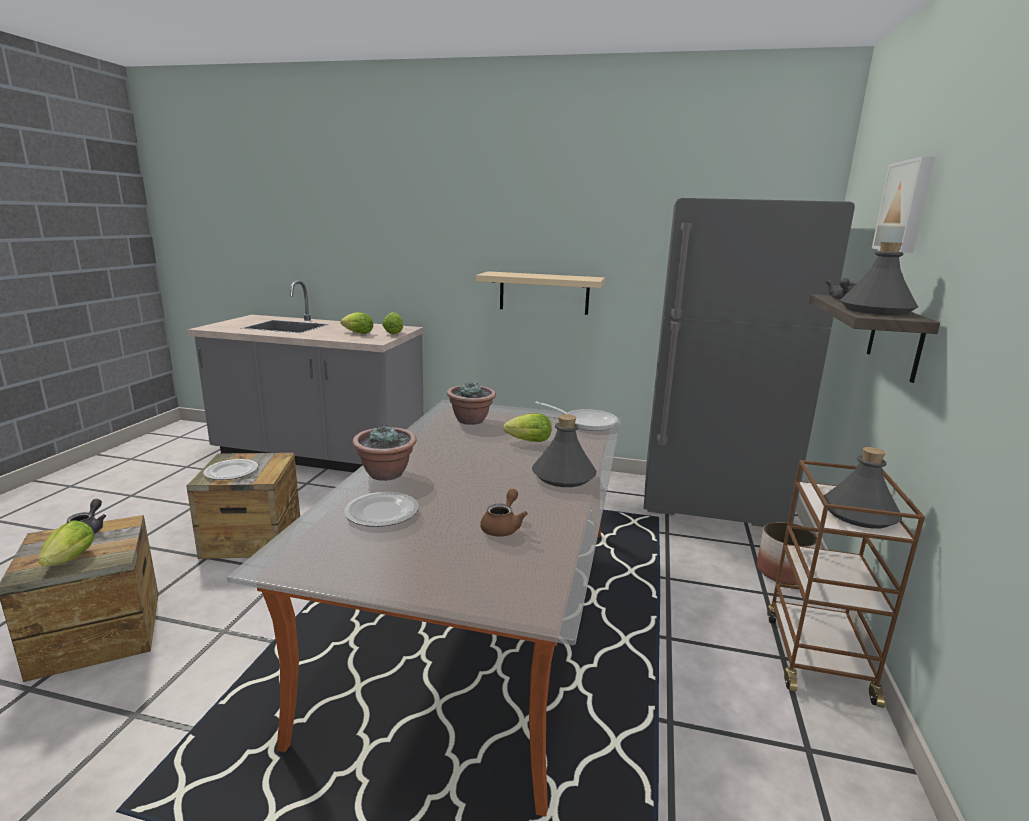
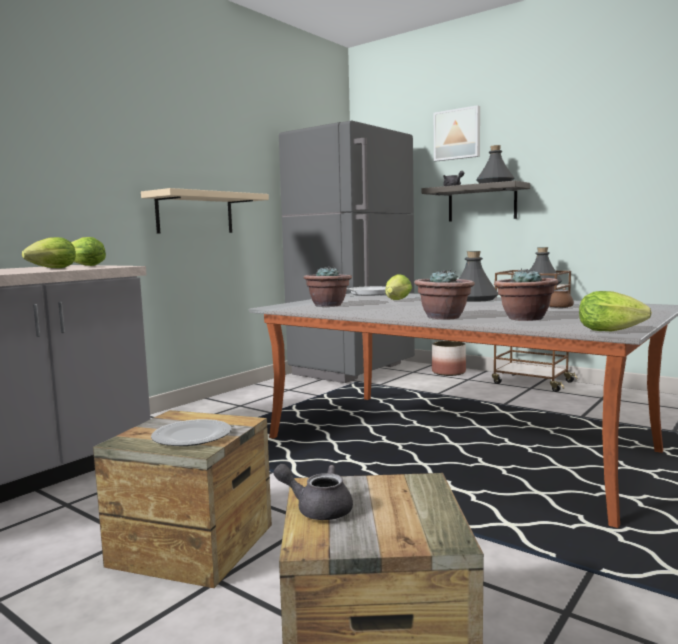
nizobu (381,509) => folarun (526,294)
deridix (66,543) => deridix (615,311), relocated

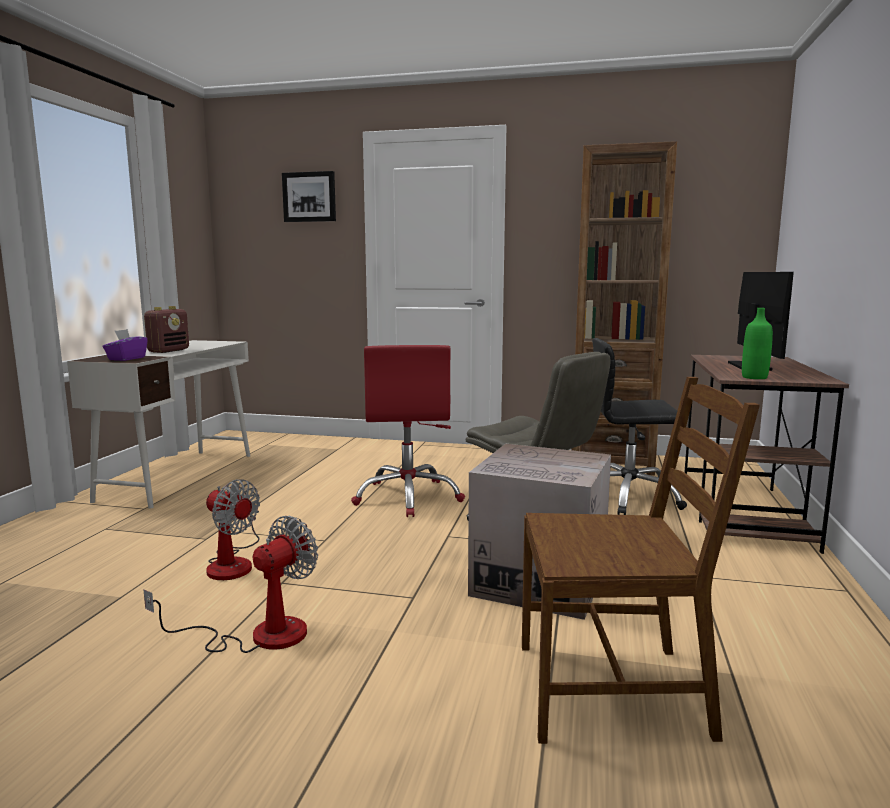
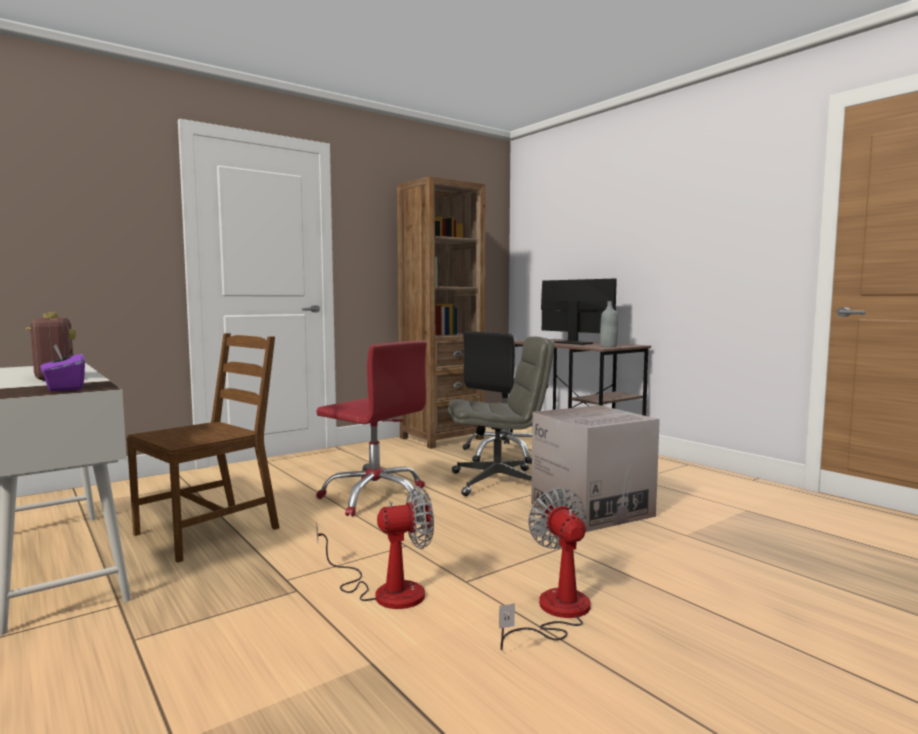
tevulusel (309,196) => nothing
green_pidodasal (757,343) => grey_pidodasal (609,324)
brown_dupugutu (641,560) => brown_dupugutu (203,448), relocated

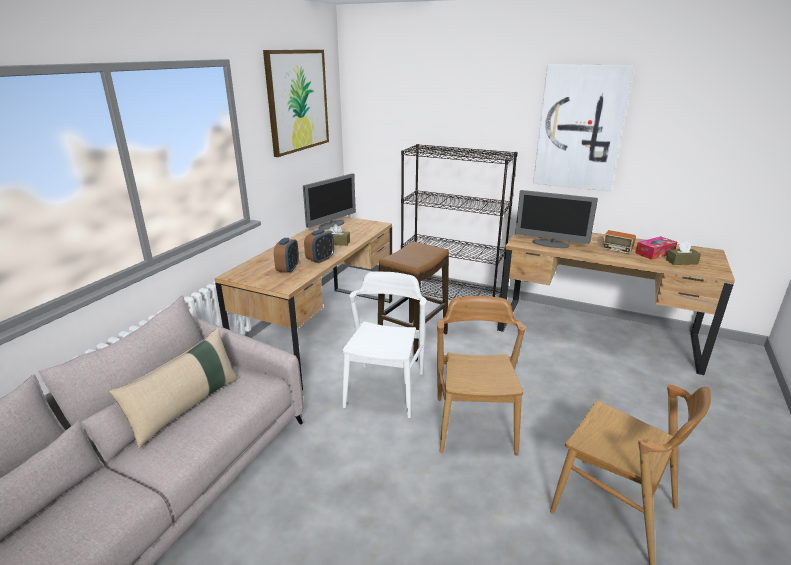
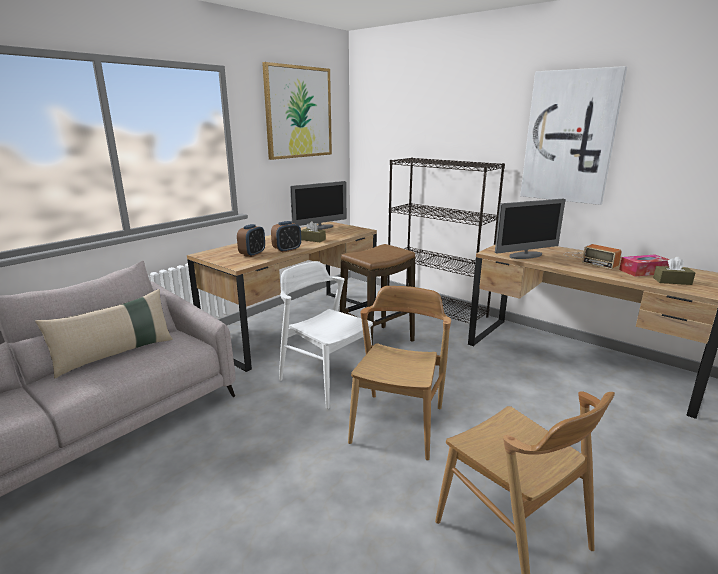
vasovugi (556,219) => vasovugi (530,229), 60 degrees counterclockwise
white_dupugutu (385,345) => white_dupugutu (326,335), 75 degrees counterclockwise

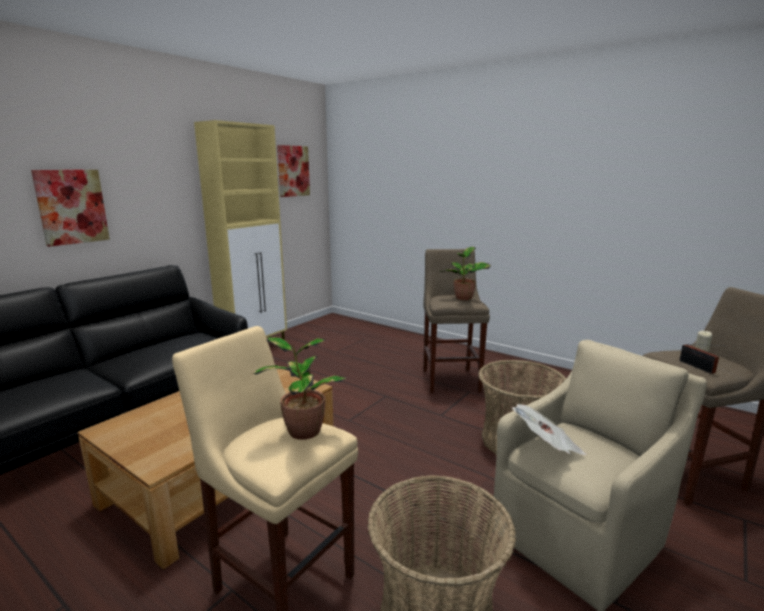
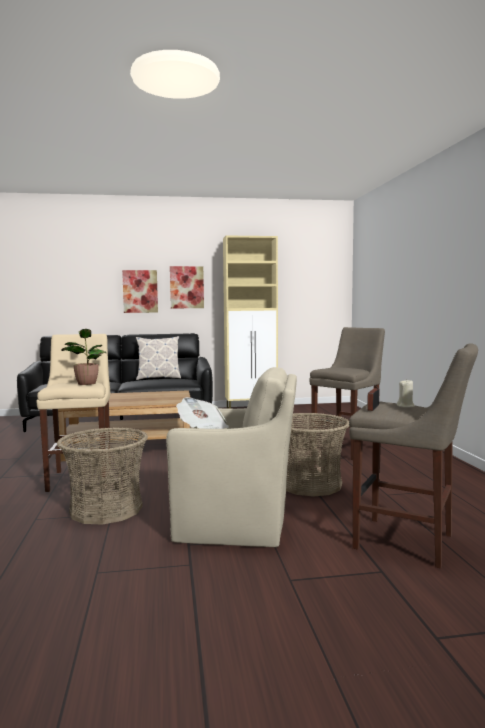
tevulusel (293,171) => tevulusel (187,287), relocated
folarun (465,273) => nothing
nothing => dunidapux (158,358)

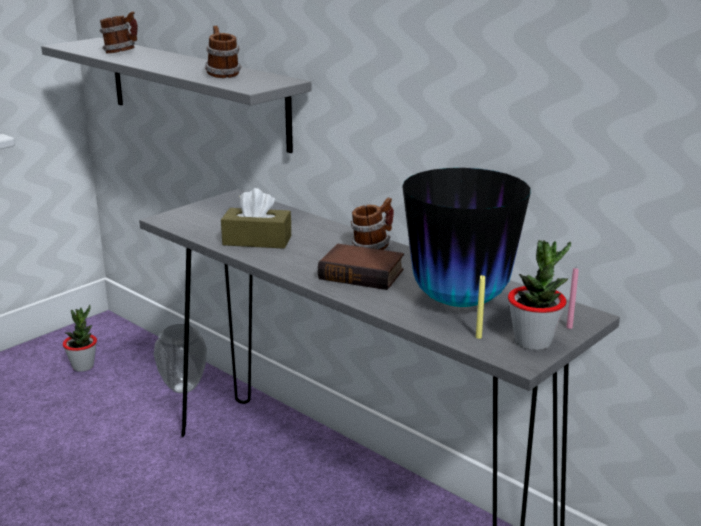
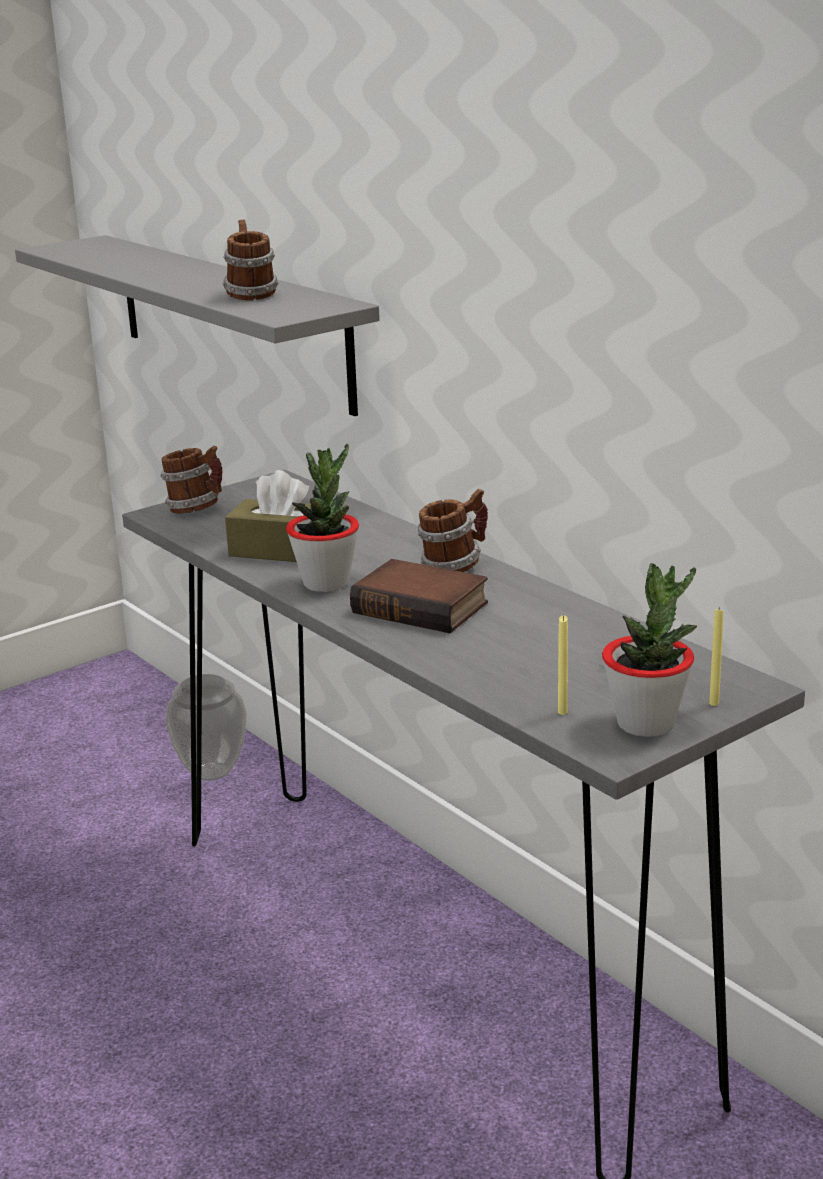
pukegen (118,32) => pukegen (191,480), relocated
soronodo (466,237) => nothing
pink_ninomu (572,298) => yellow_ninomu (716,656)
folarun (80,338) => folarun (322,517), relocated

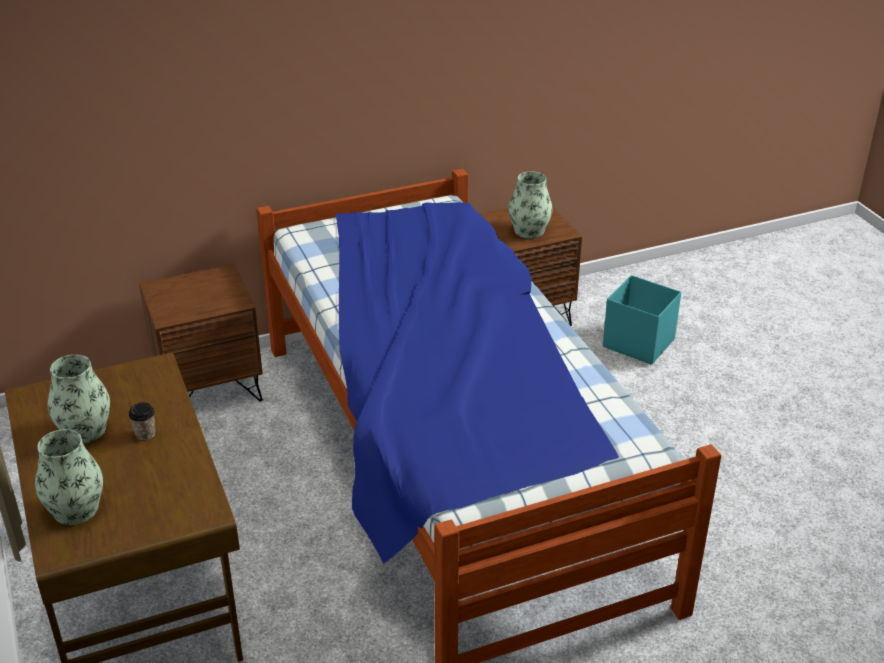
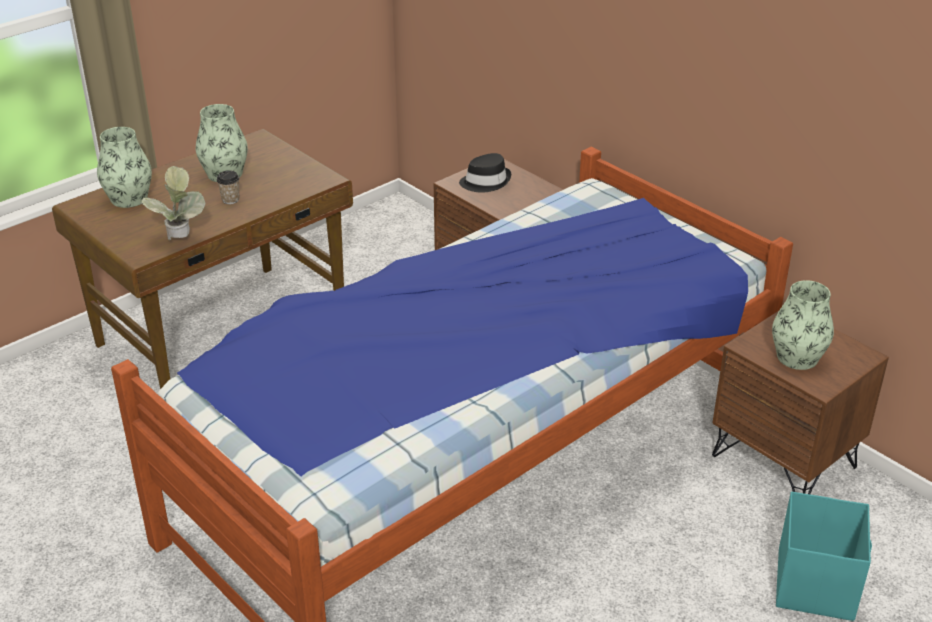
nothing => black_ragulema (485,173)
nothing => folarun (173,203)

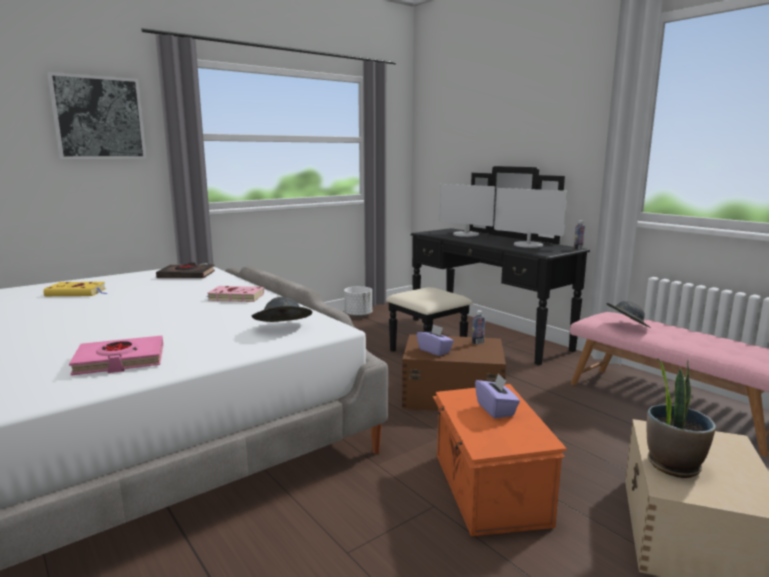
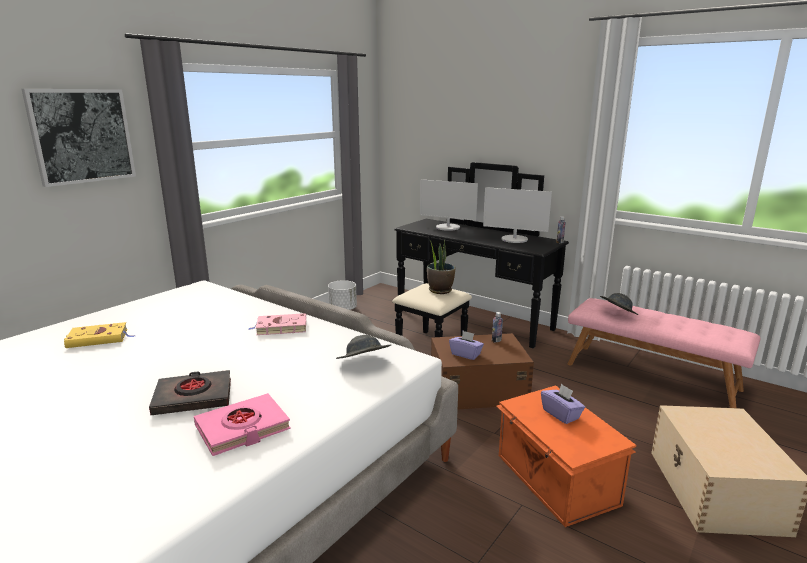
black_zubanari (185,270) => black_zubanari (190,392), relocated
folarun (681,418) => folarun (441,266), relocated

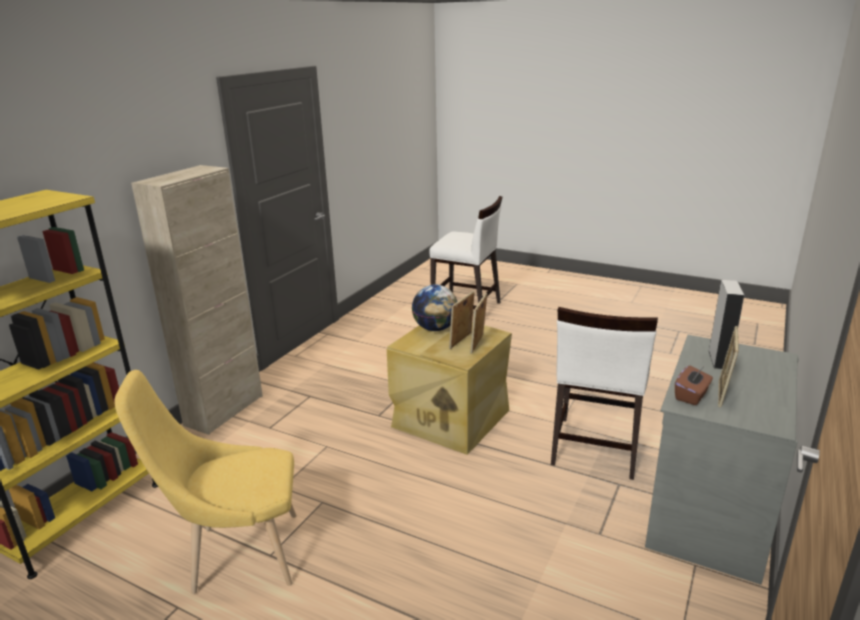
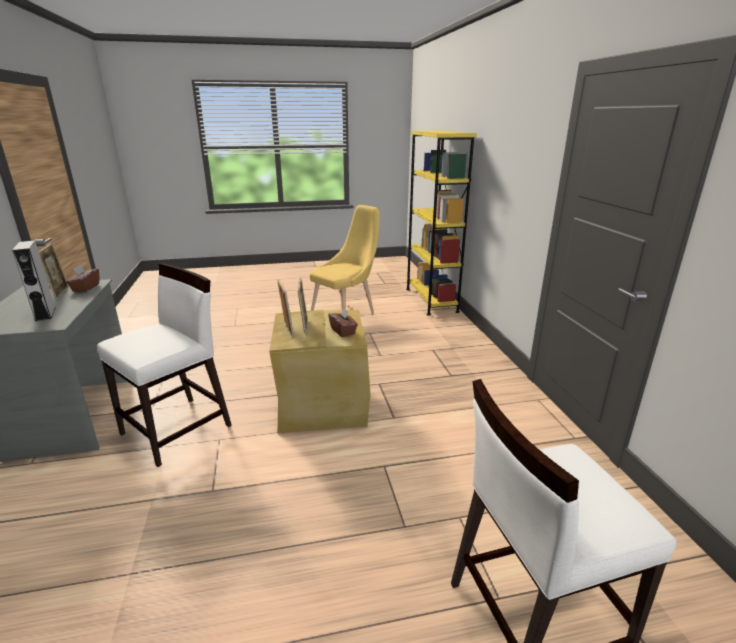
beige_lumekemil (197,300) => nothing
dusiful (435,308) => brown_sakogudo (343,322)
white_dupugutu (604,393) => white_dupugutu (164,365), 60 degrees clockwise

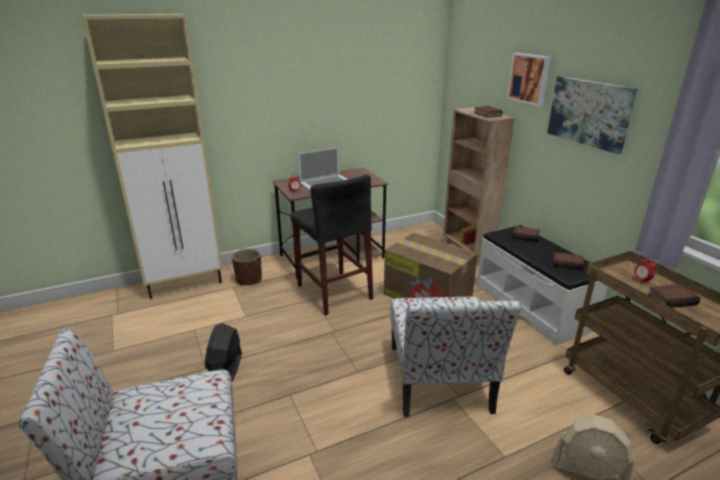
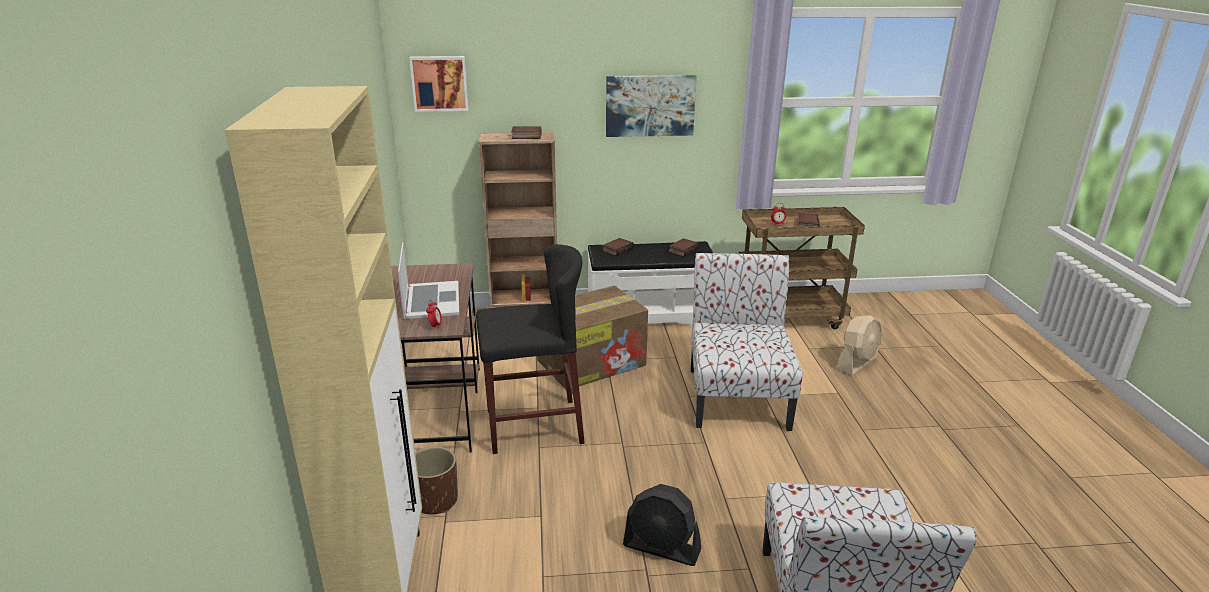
tevulusel (529,79) => tevulusel (439,84), relocated
dupugutu (455,356) => dupugutu (747,342), 105 degrees counterclockwise

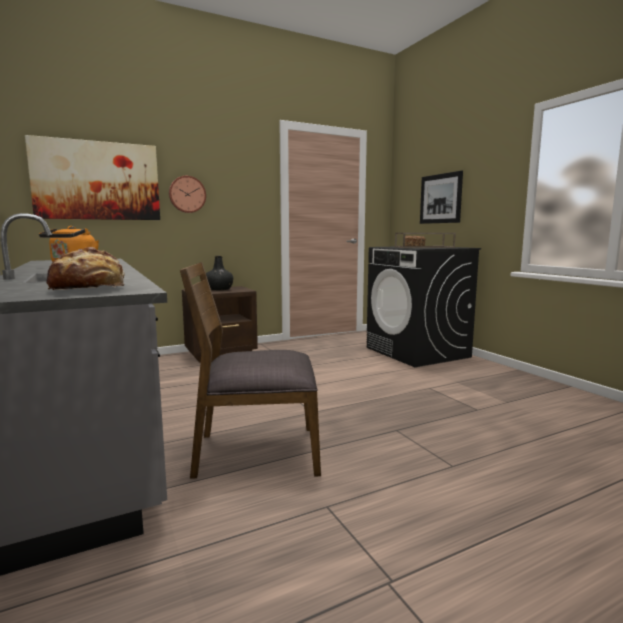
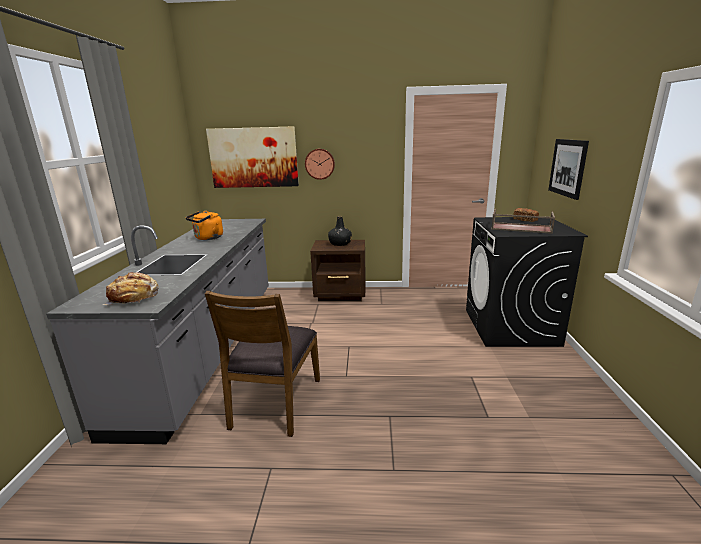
brown_dupugutu (250,370) => brown_dupugutu (262,364), 105 degrees counterclockwise

